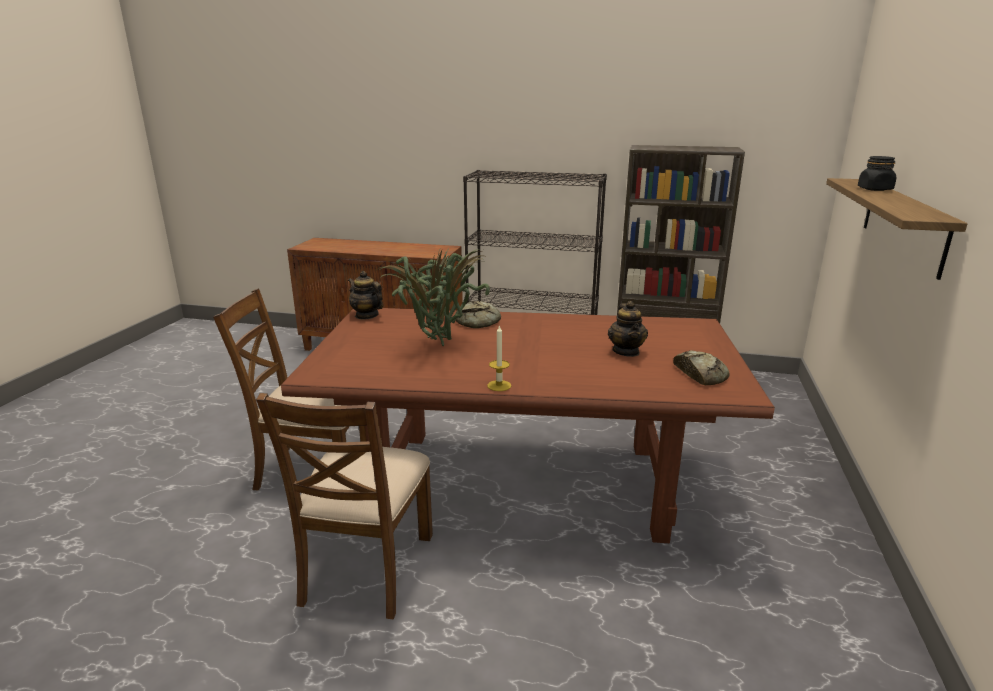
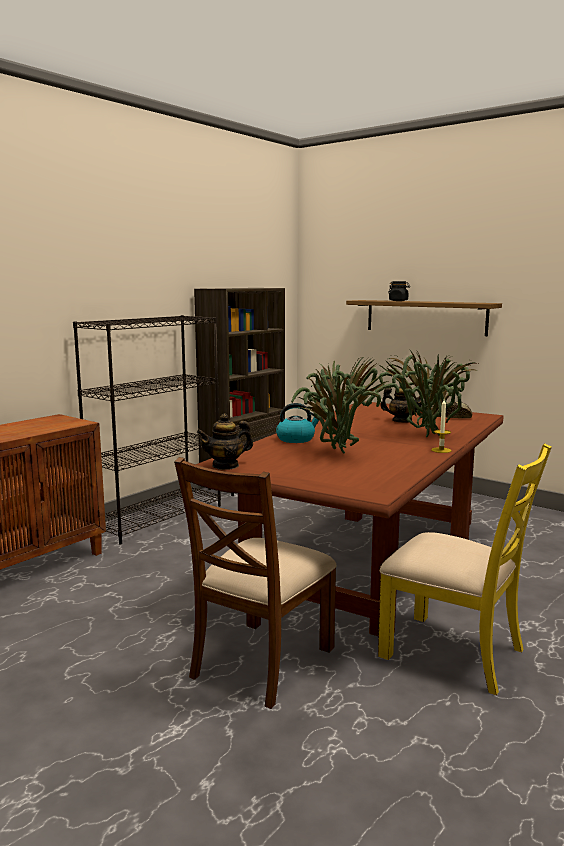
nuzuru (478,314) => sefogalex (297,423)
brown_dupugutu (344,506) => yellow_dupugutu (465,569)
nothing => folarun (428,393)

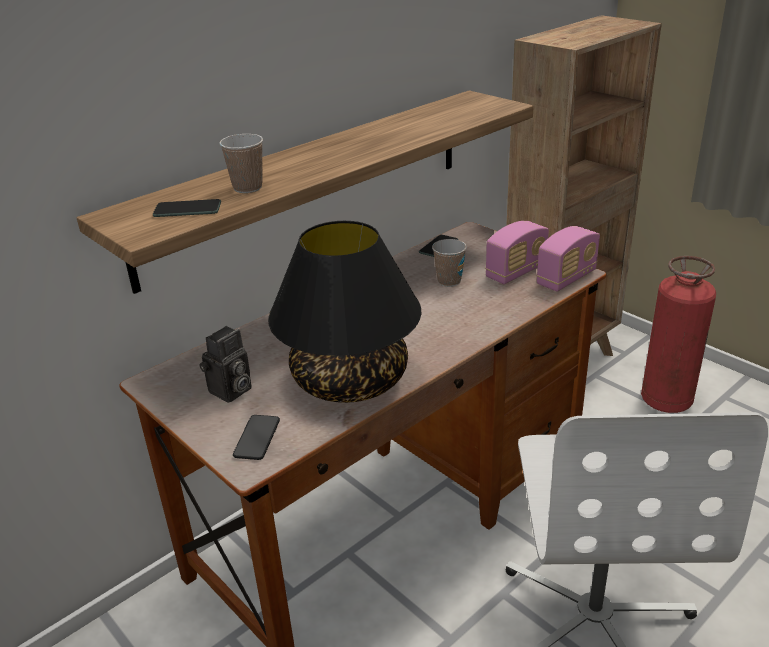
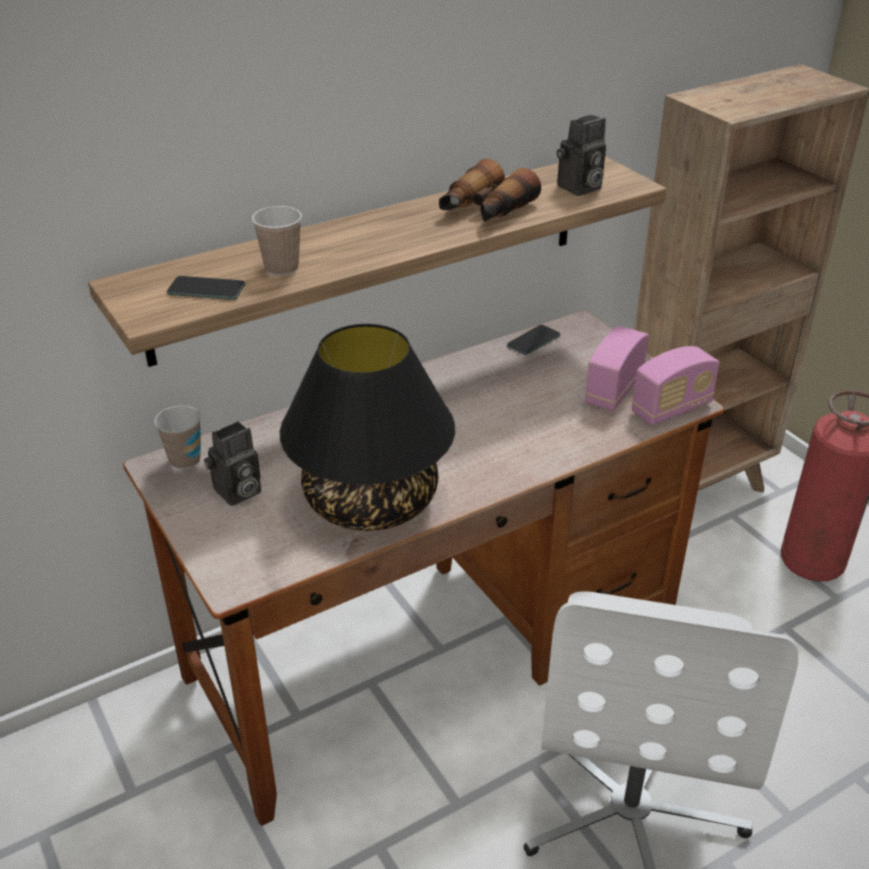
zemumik (517,252) => zemumik (617,368), 150 degrees clockwise
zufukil (449,263) => zufukil (177,437), relocated
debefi (256,437) => nothing
nothing => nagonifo (581,155)
nothing => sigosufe (490,190)

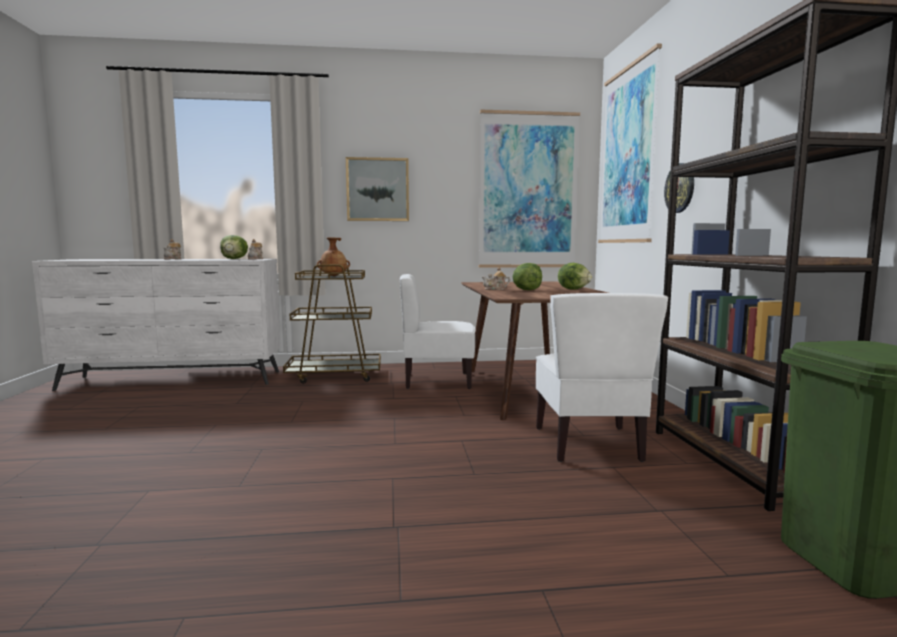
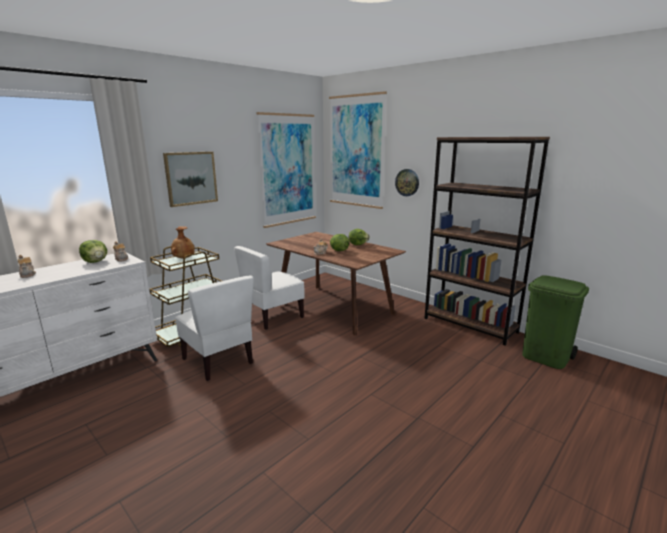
white_dupugutu (602,377) => white_dupugutu (214,328), relocated

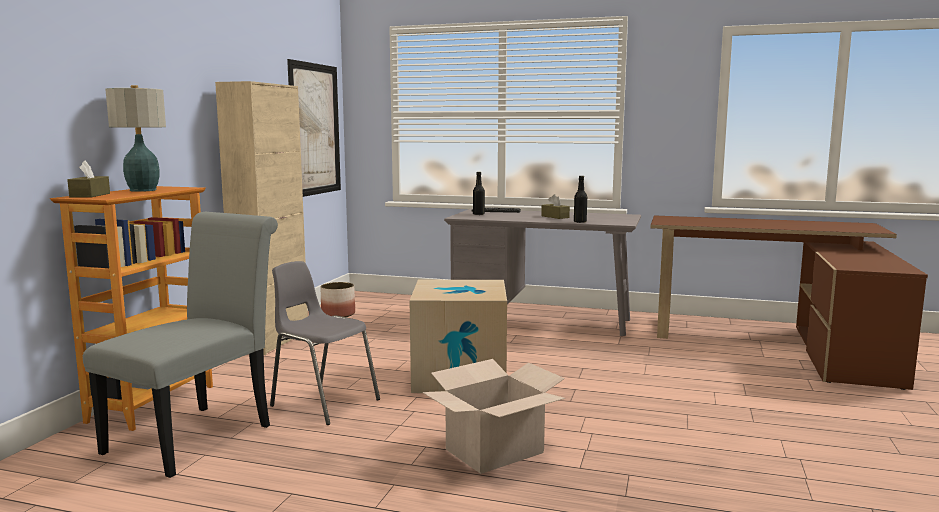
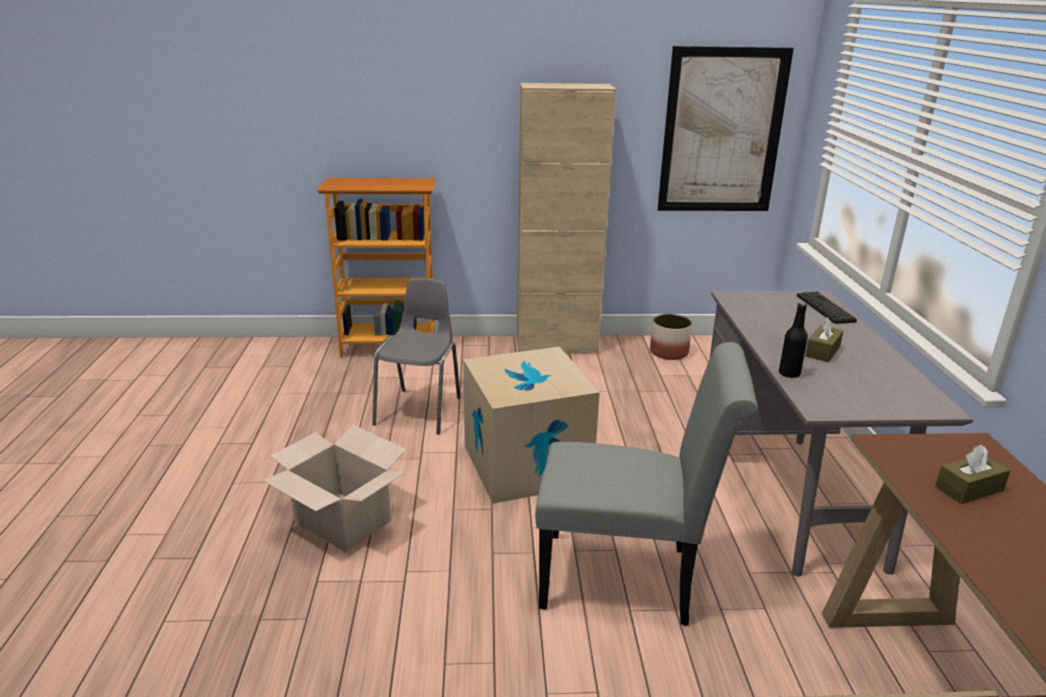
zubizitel (135,138) => nothing
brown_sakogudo (88,179) => brown_sakogudo (973,474), relocated
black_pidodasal (479,193) => nothing
grey_dupugutu (180,345) => grey_dupugutu (646,484), relocated

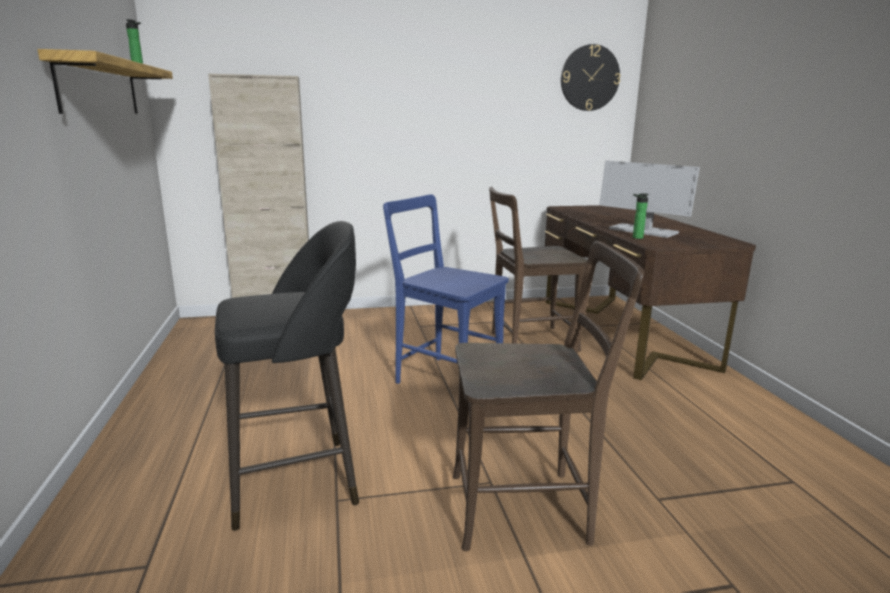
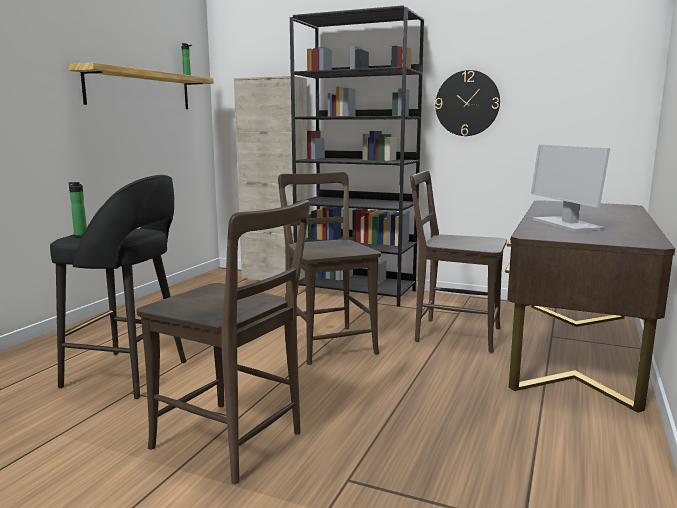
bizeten (591,77) => bizeten (467,103), relocated
pidodasal (641,216) => pidodasal (78,209), relocated
blue_dupugutu (446,289) => brown_dupugutu (329,268)
nothing => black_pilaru (357,156)

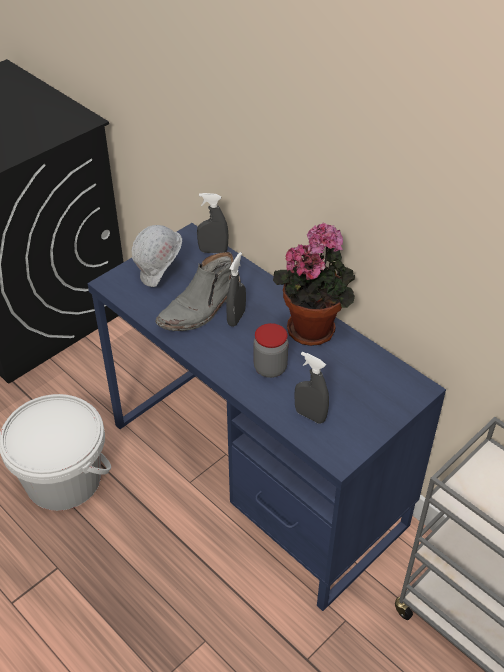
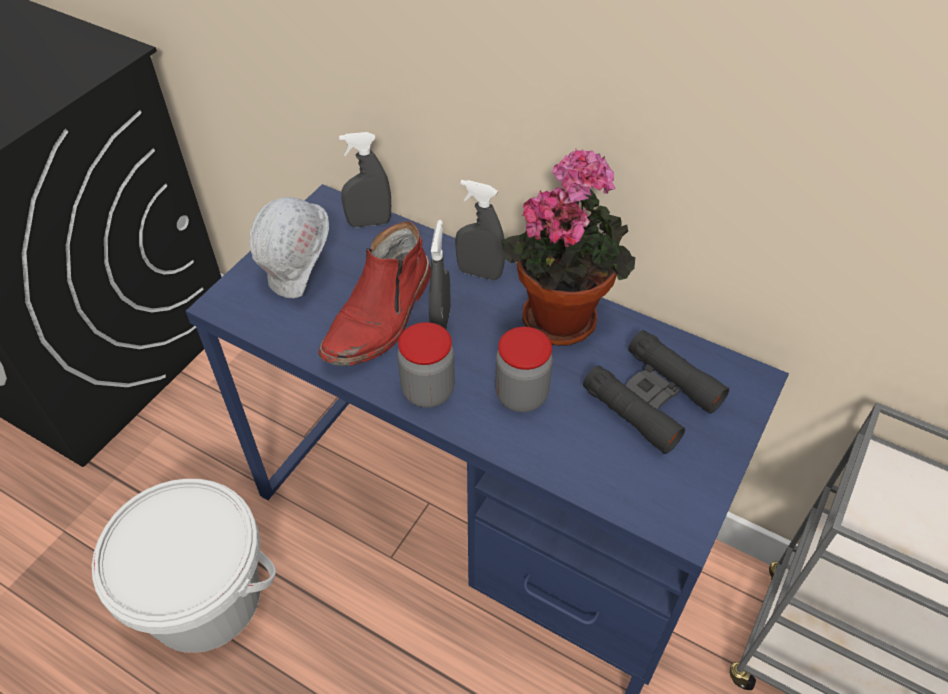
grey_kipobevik (198,291) => red_kipobevik (374,293)
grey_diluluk (311,388) => grey_diluluk (480,230), relocated
nothing => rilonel (426,365)
nothing => black_sigosufe (656,392)

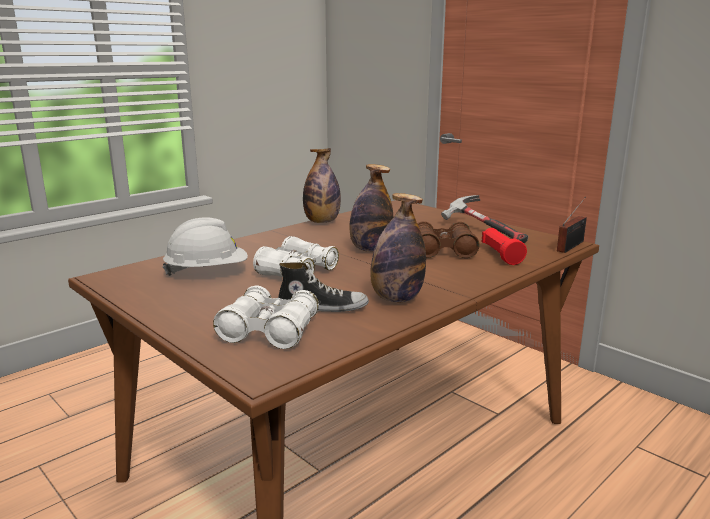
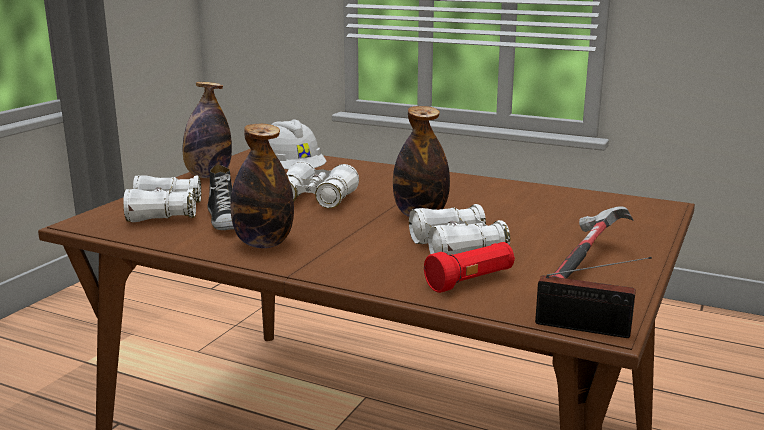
pidodasal (322,185) => pidodasal (207,130), relocated
brown_sigosufe (448,239) => white_sigosufe (459,229)

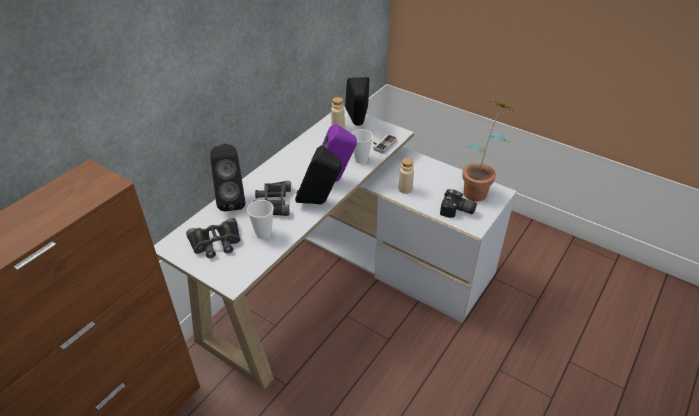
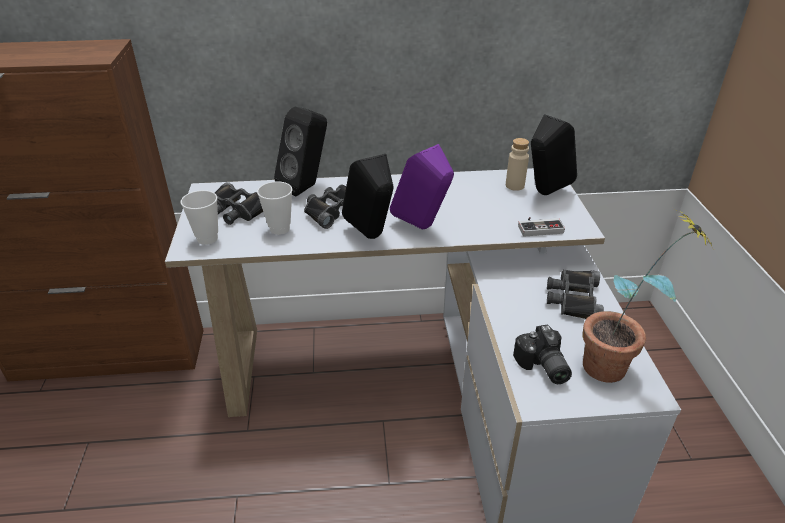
zufukil (362,146) => zufukil (199,217), relocated
beige_pidodasal (406,176) => nothing
nothing => black_sigosufe (575,294)

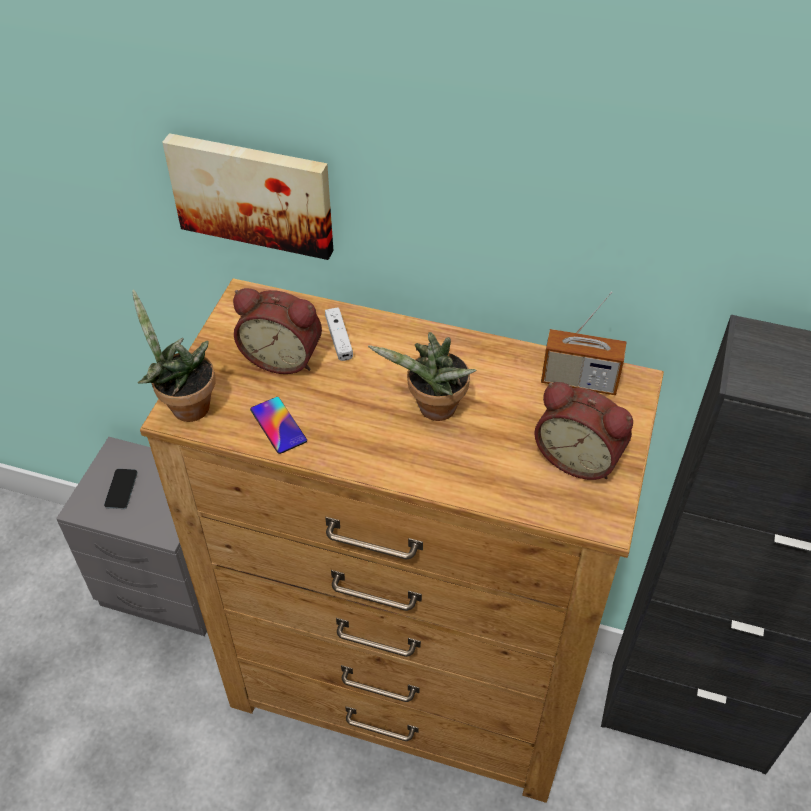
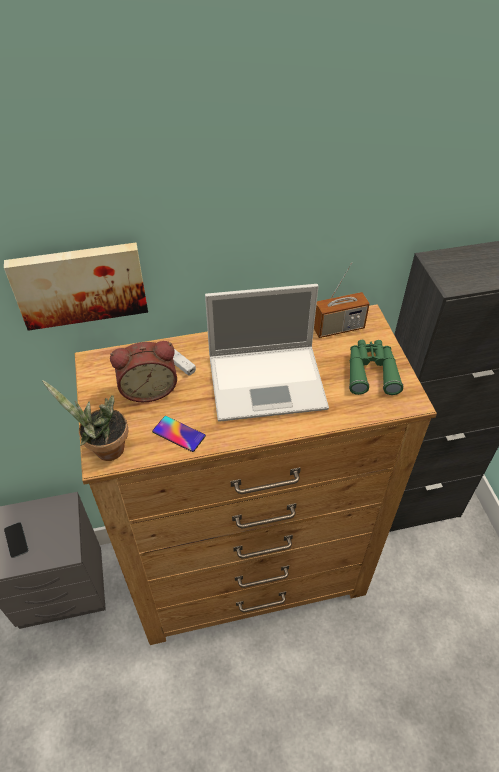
folarun (422,376) => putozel (267,353)
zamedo (583,431) => green_sigosufe (376,367)

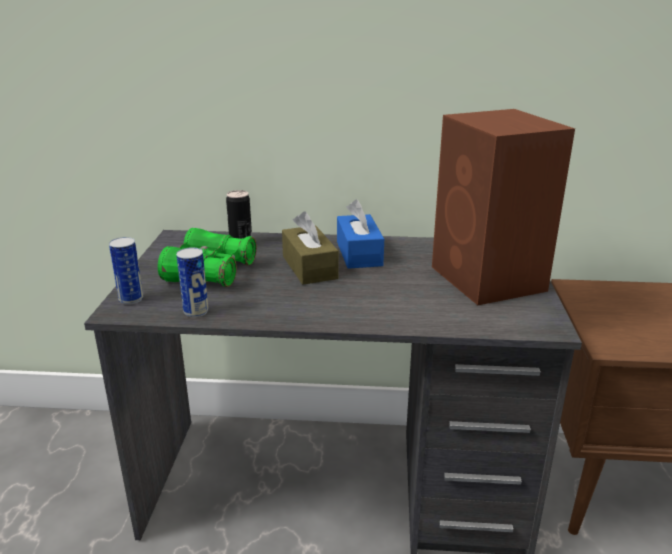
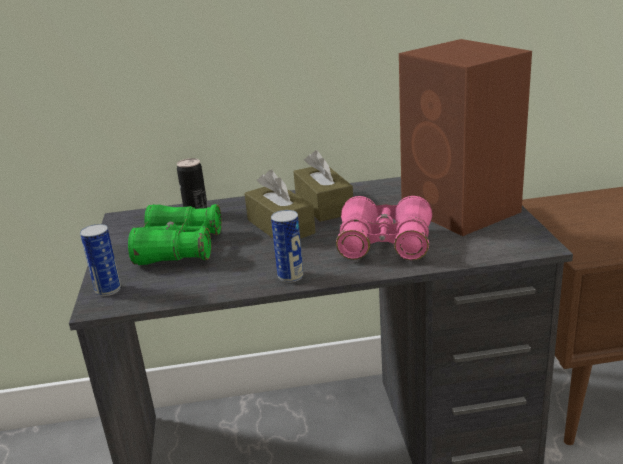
blue_sakogudo (360,234) => brown_sakogudo (323,186)
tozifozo (192,282) => tozifozo (287,246), relocated
nothing => pink_sigosufe (384,228)

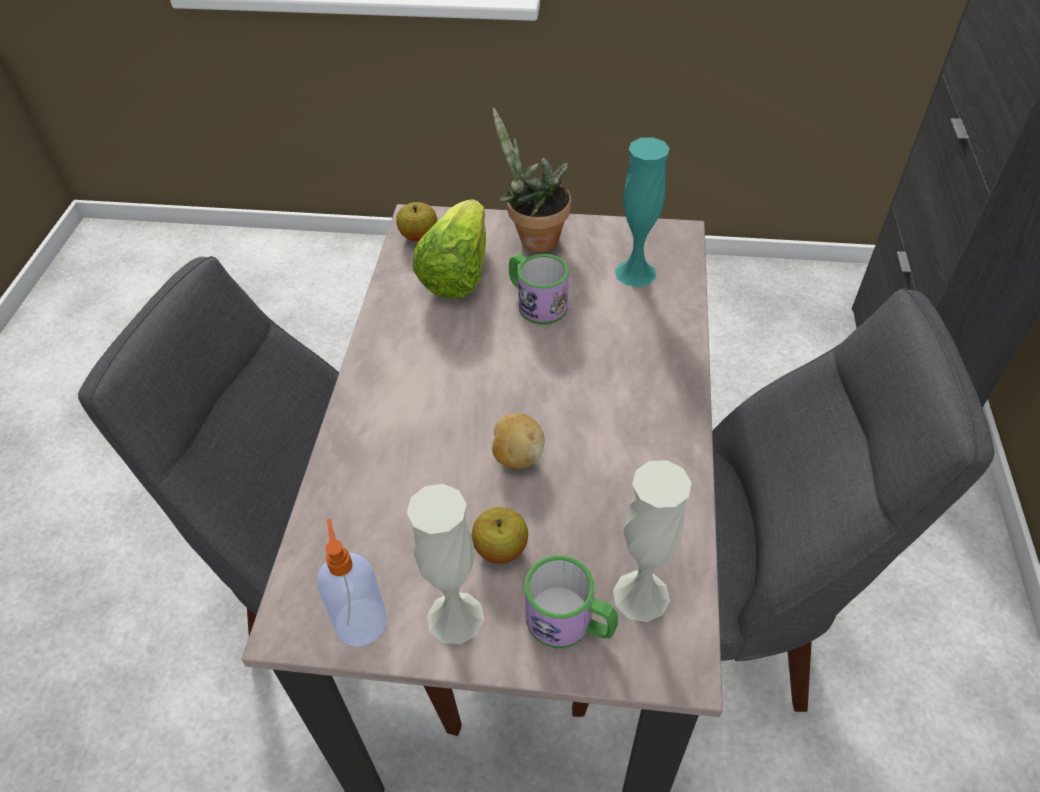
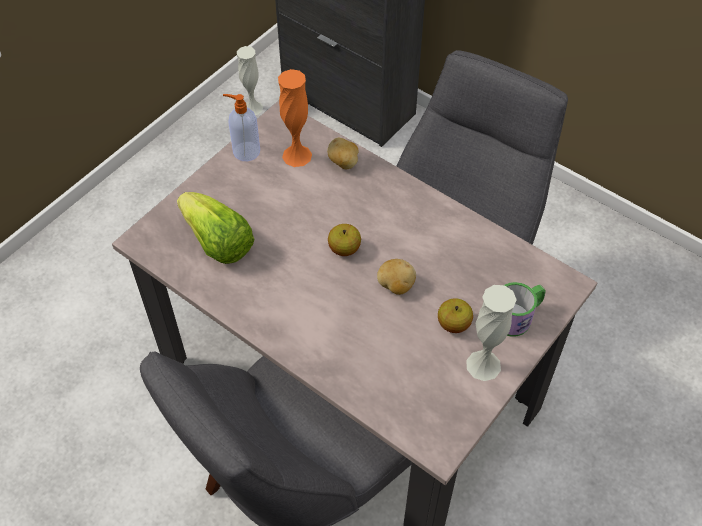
folarun (532,179) => nothing
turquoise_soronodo (642,212) => orange_soronodo (295,118)
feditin (416,221) => feditin (344,240), relocated
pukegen (539,288) => nothing
white_soronodo (652,541) => white_soronodo (250,80), relocated
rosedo (352,582) => rosedo (241,127), relocated
nothing => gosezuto (342,153)

